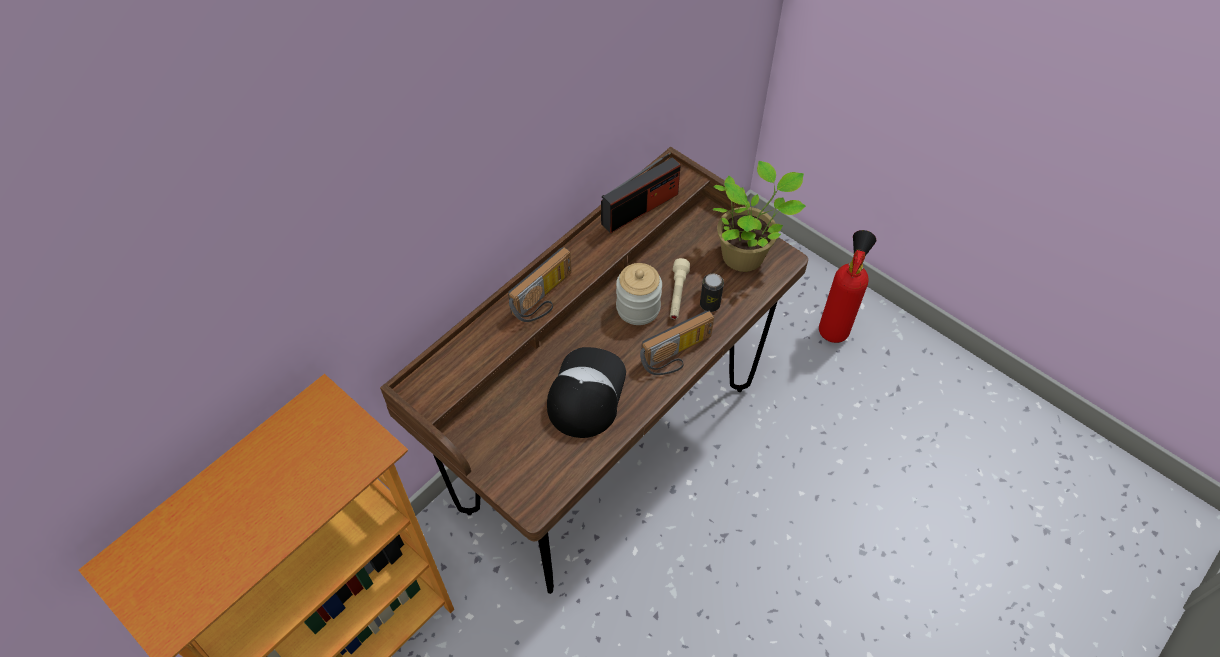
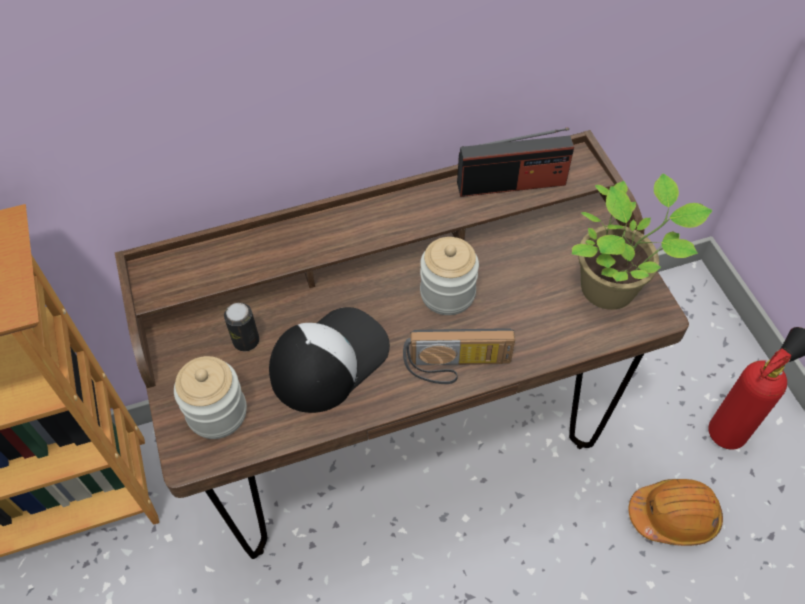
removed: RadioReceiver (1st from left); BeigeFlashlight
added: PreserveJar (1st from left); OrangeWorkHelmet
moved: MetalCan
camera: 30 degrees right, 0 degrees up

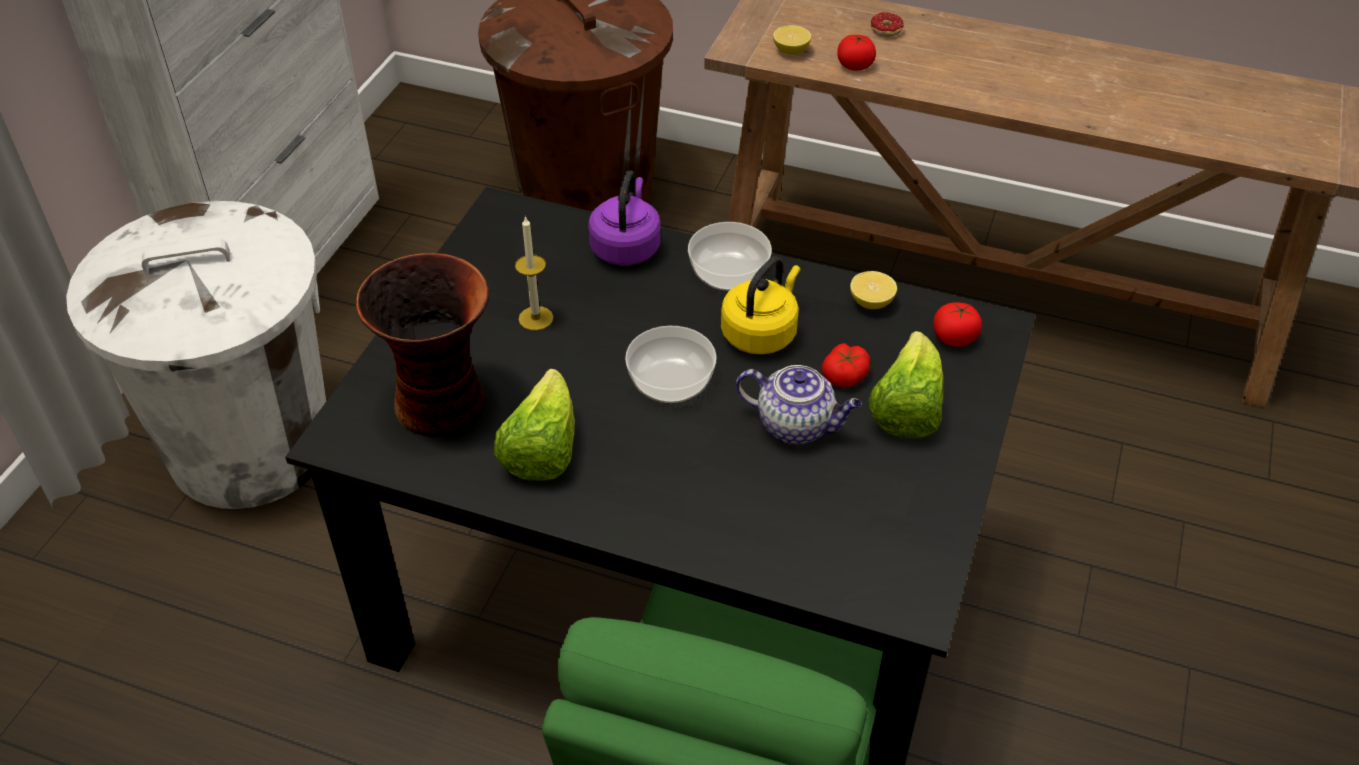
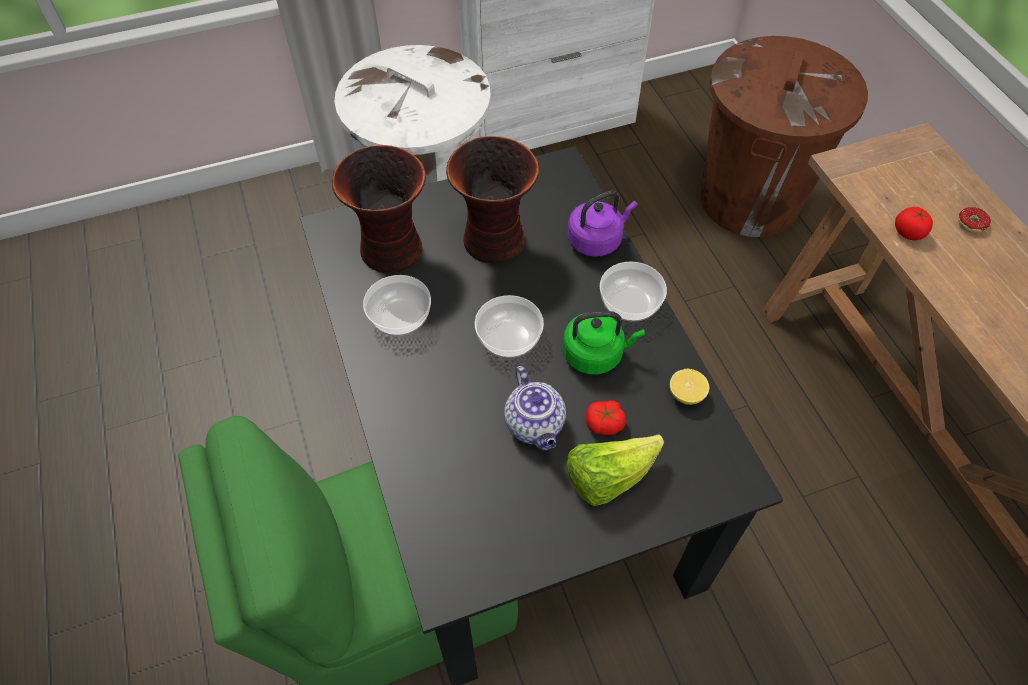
removed: WholeLemon (1st from left); WholeTomato (3rd from left)
replaced: HeadOfLettuce (1st from left) to Bowl (1st from left); Candle to DecorativeVase (2nd from left)
recoloured: YellowTeaKettle to GreenishTeaKettle
camera: 50 degrees right, 10 degrees up

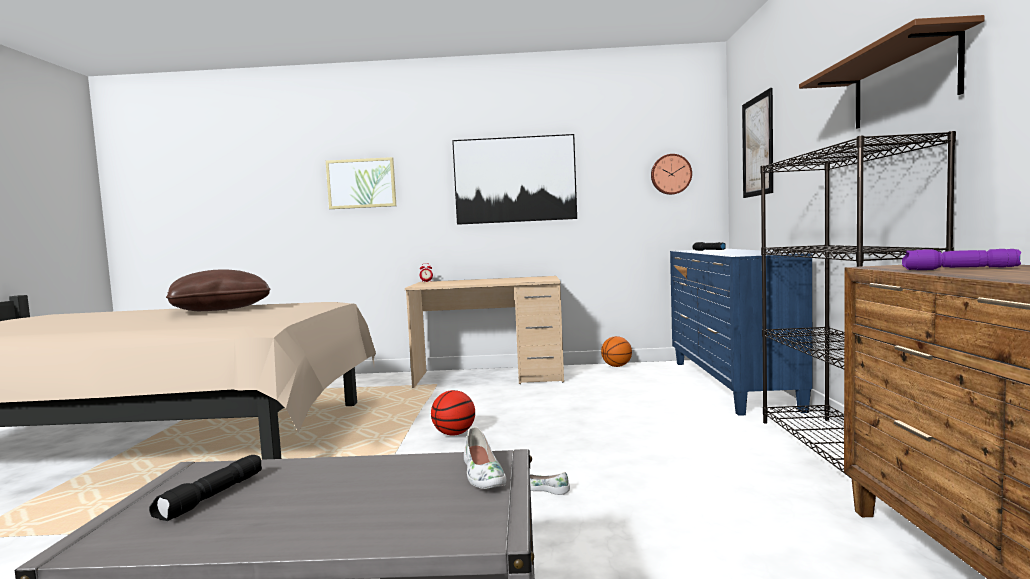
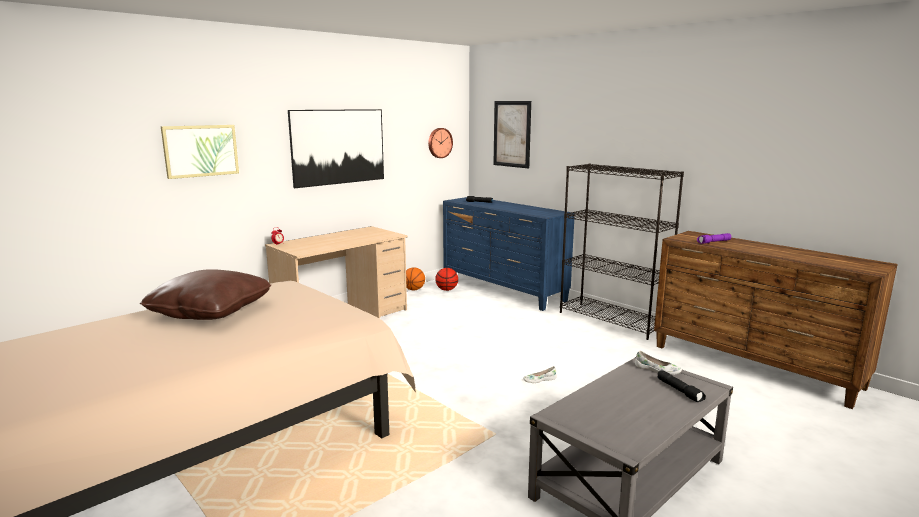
removed: BrownColouredShelf
moved: BasketballBall (1st from left in the first image) to BasketballBall (2nd from left); BlackFlashlight (1st from left in the first image) to BlackFlashlight (2nd from left)
camera: 45 degrees left, 10 degrees up

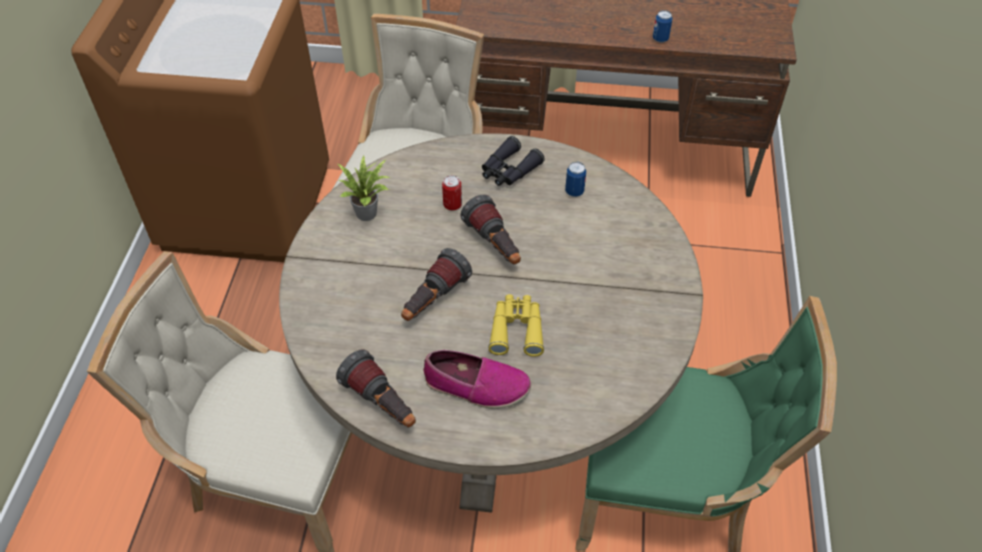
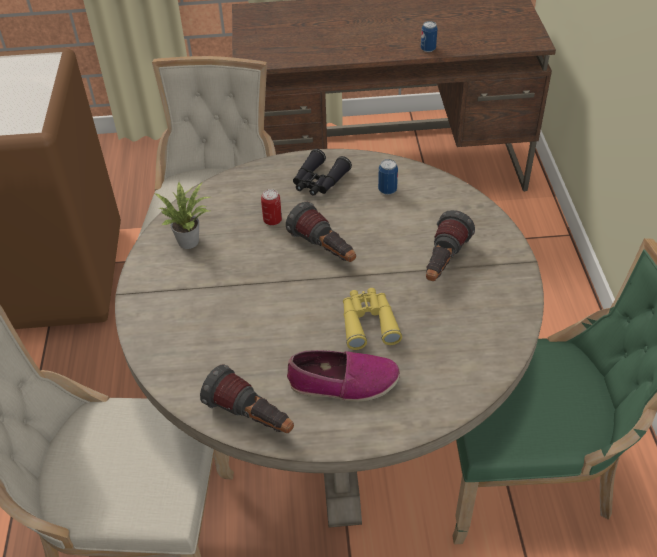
moved: Flashlight (2nd from left in the first image) to Flashlight (3rd from left)
camera: 10 degrees left, 5 degrees down

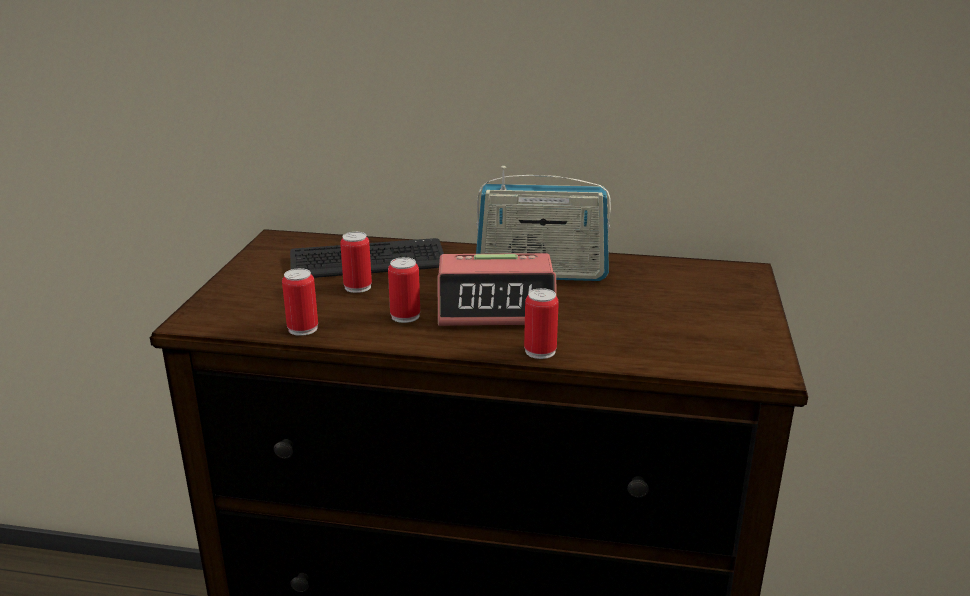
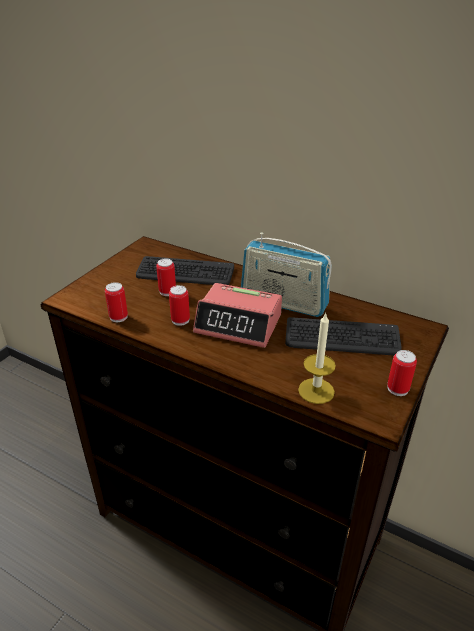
added: PcKeyboard (2nd from left); Candle
moved: MetalCan (4th from left)
camera: 20 degrees right, 10 degrees up

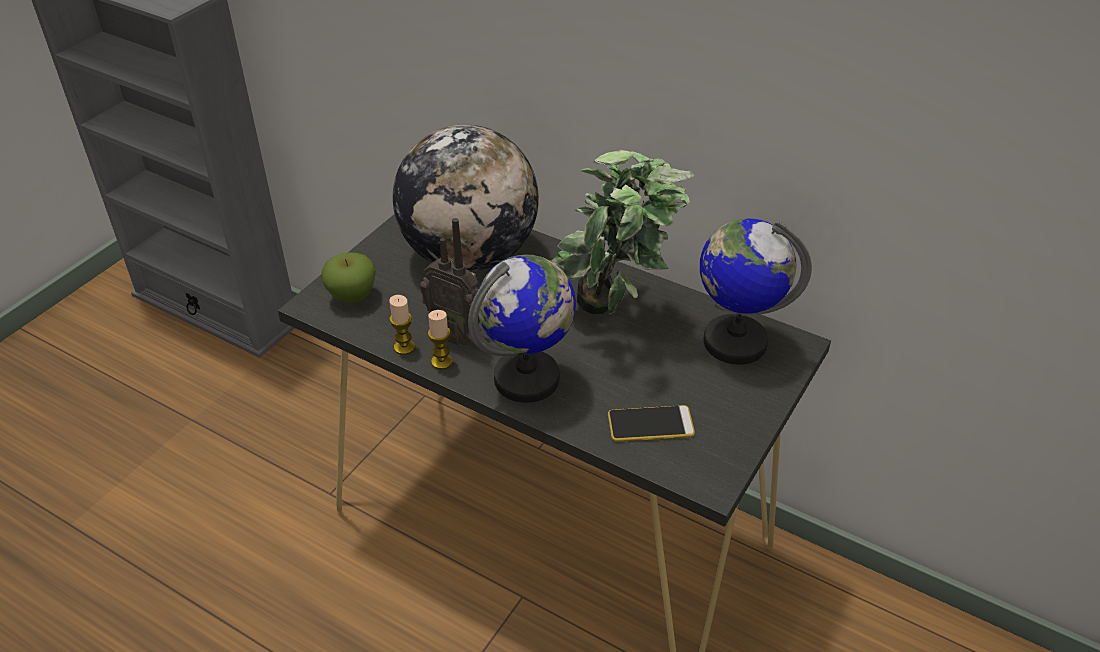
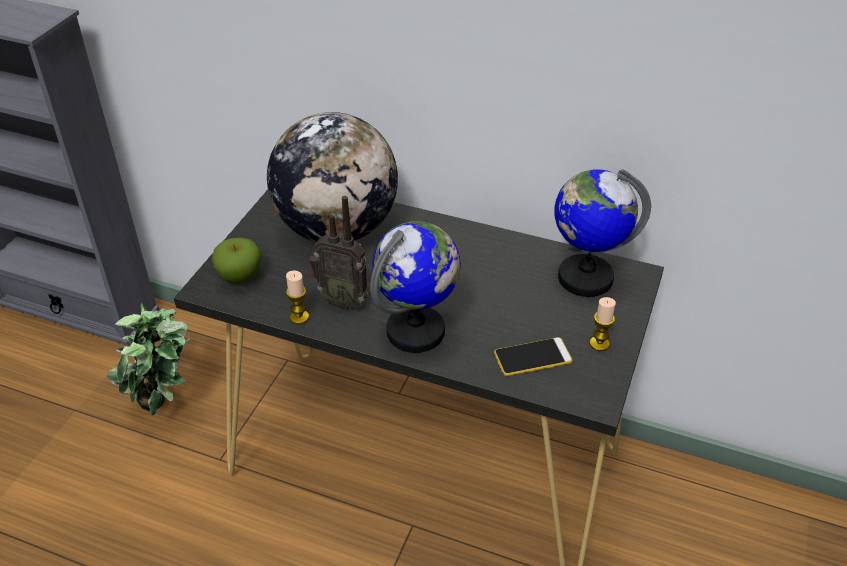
moved: PottedPlant; Candle (2nd from left)
camera: 10 degrees left, 0 degrees up

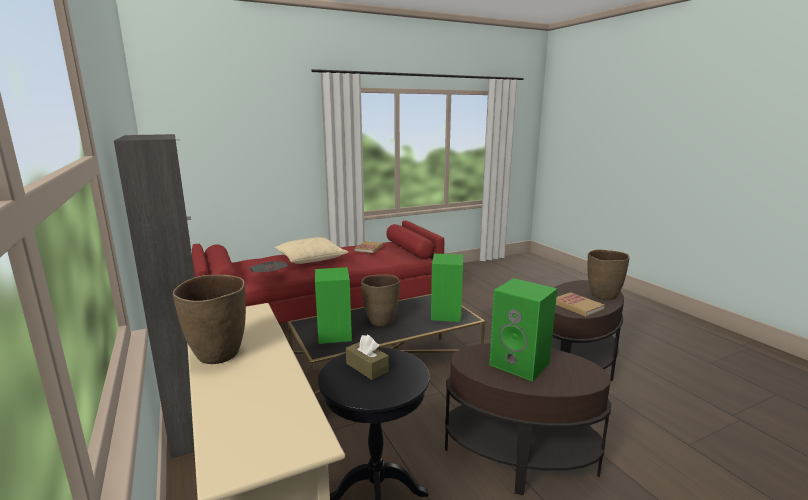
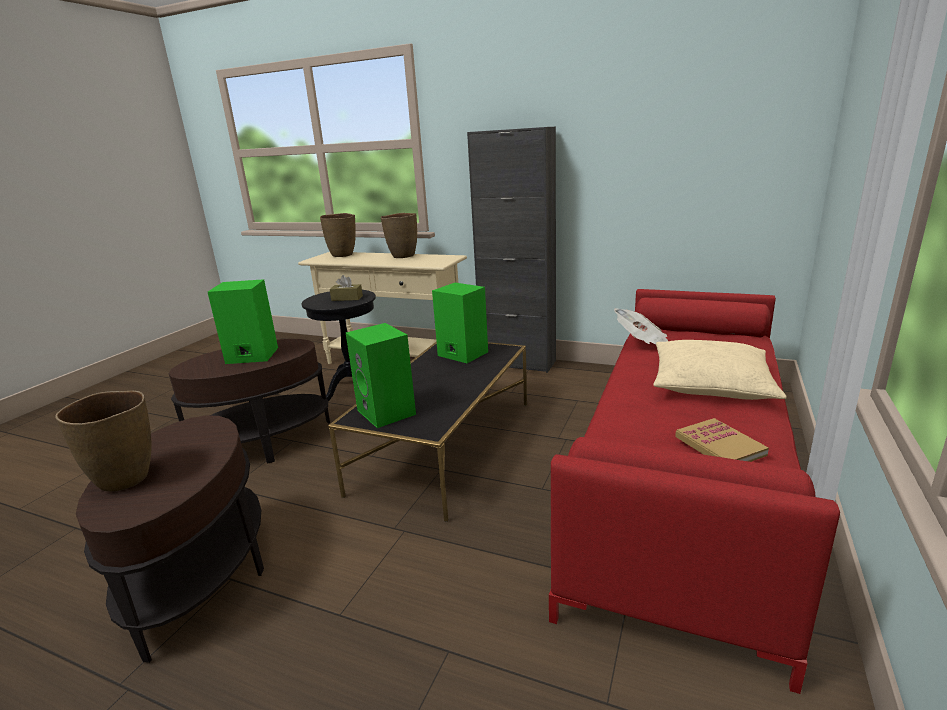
removed: Book (2nd from left)
moved: BrownColouredDecorativeVase (2nd from left)
camera: 140 degrees right, 5 degrees up

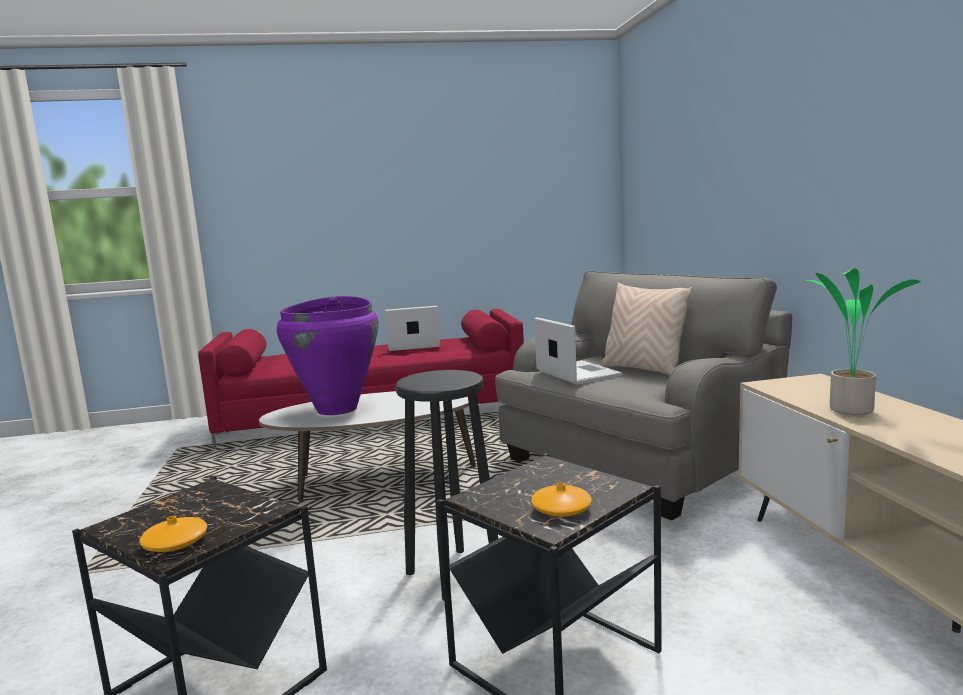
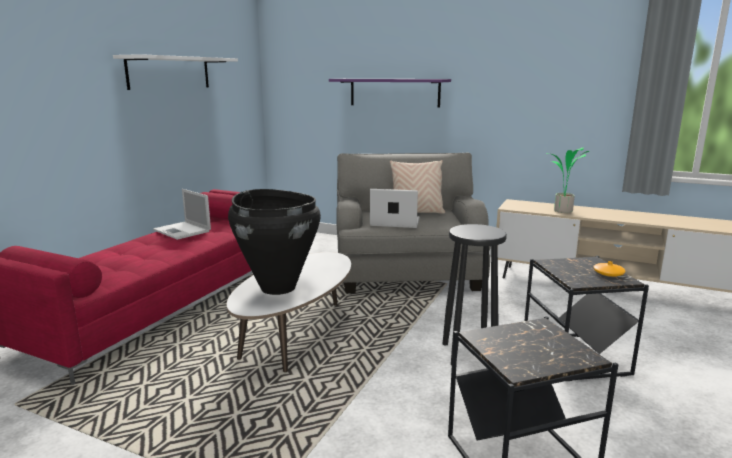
removed: OrangeDecorativeVase (1st from left)
added: WhitishShelf; PurplishShelf
recoloured: PurplishDecorativeVase to BlackDecorativeVase
turned: Laptop (1st from left) 75 degrees counterclockwise
camera: 55 degrees left, 5 degrees up

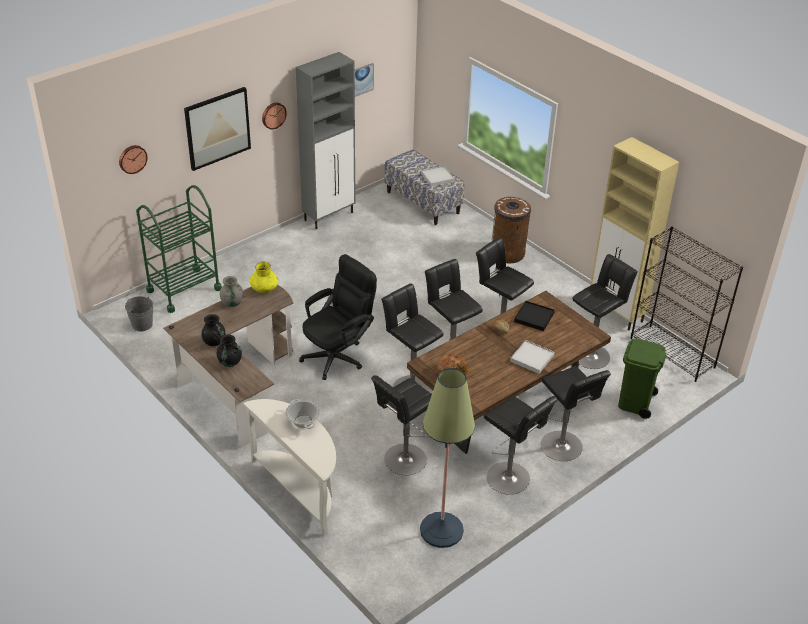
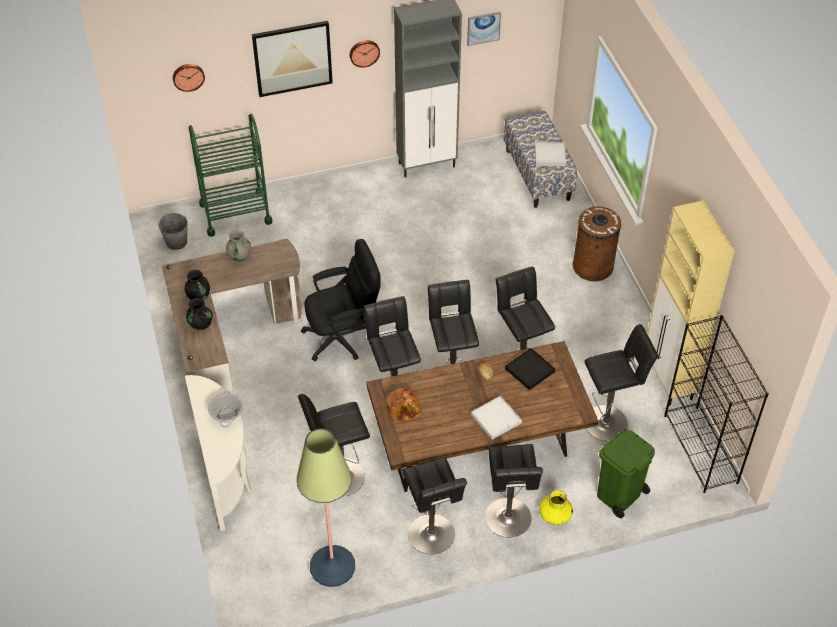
moved: YellowDecorativeVase
camera: 25 degrees right, 10 degrees up

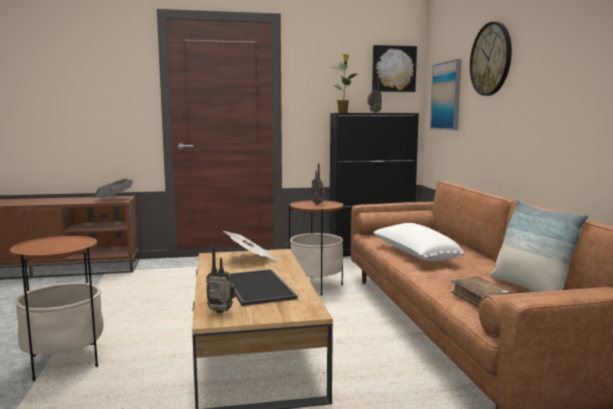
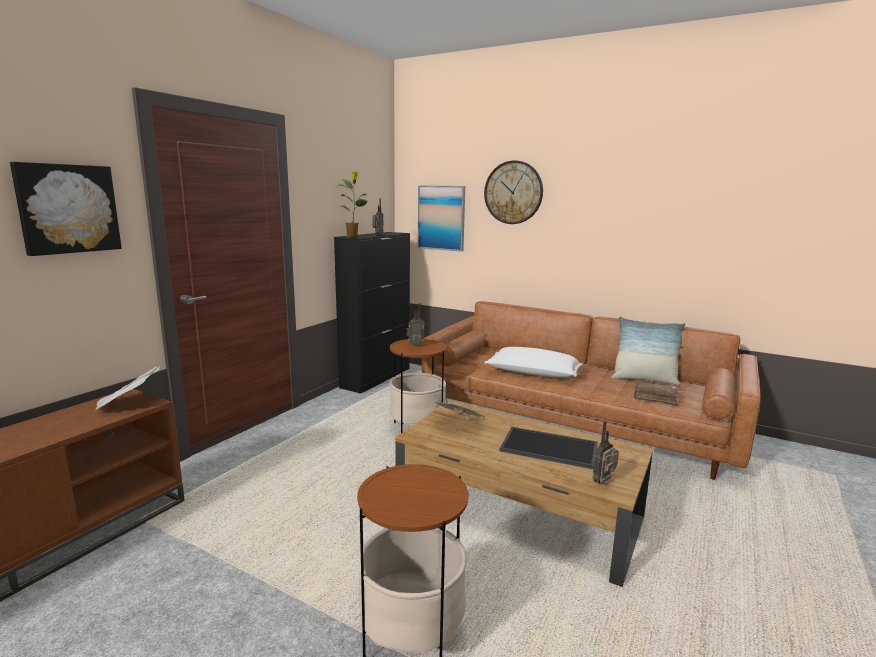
moved: WallPicture (1st from left)
camera: 50 degrees left, 5 degrees up

